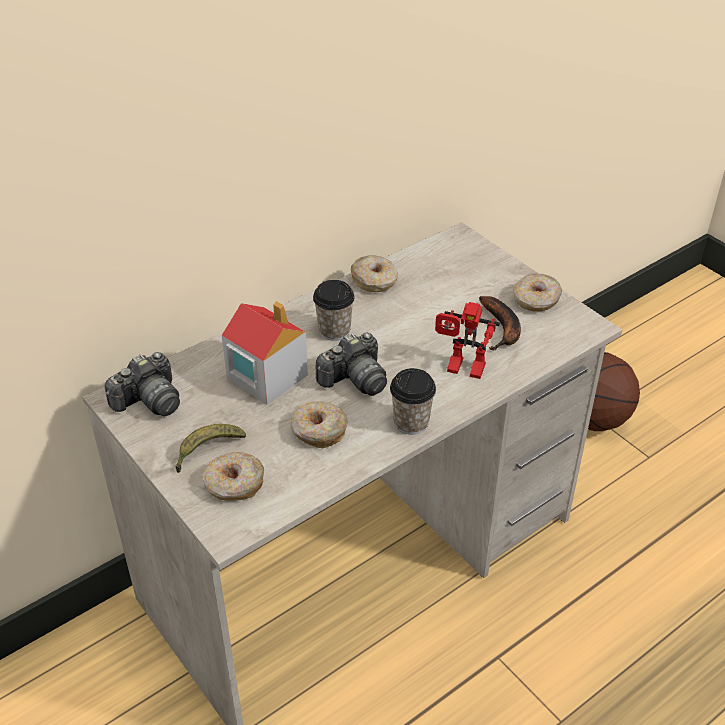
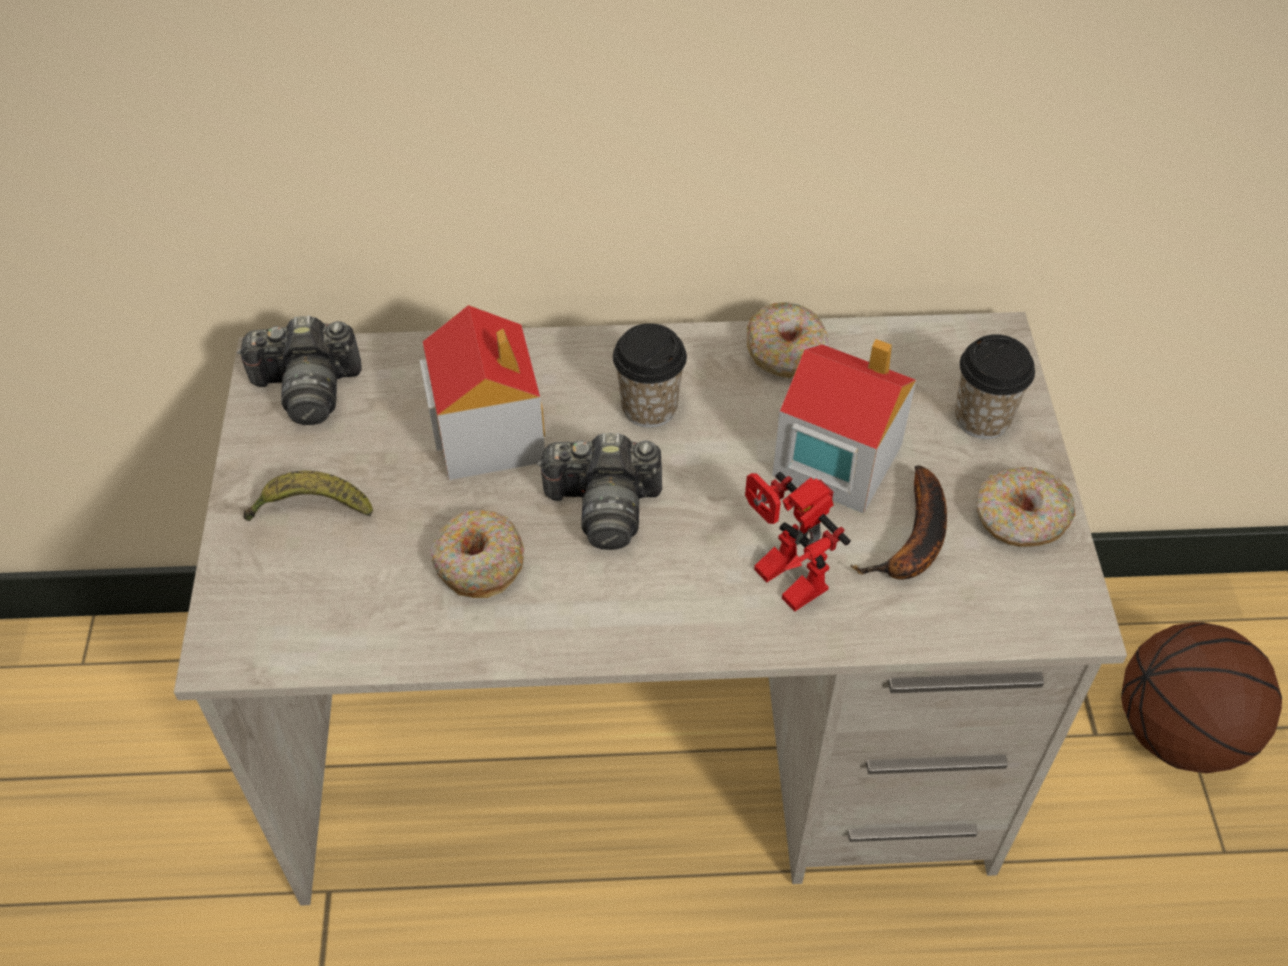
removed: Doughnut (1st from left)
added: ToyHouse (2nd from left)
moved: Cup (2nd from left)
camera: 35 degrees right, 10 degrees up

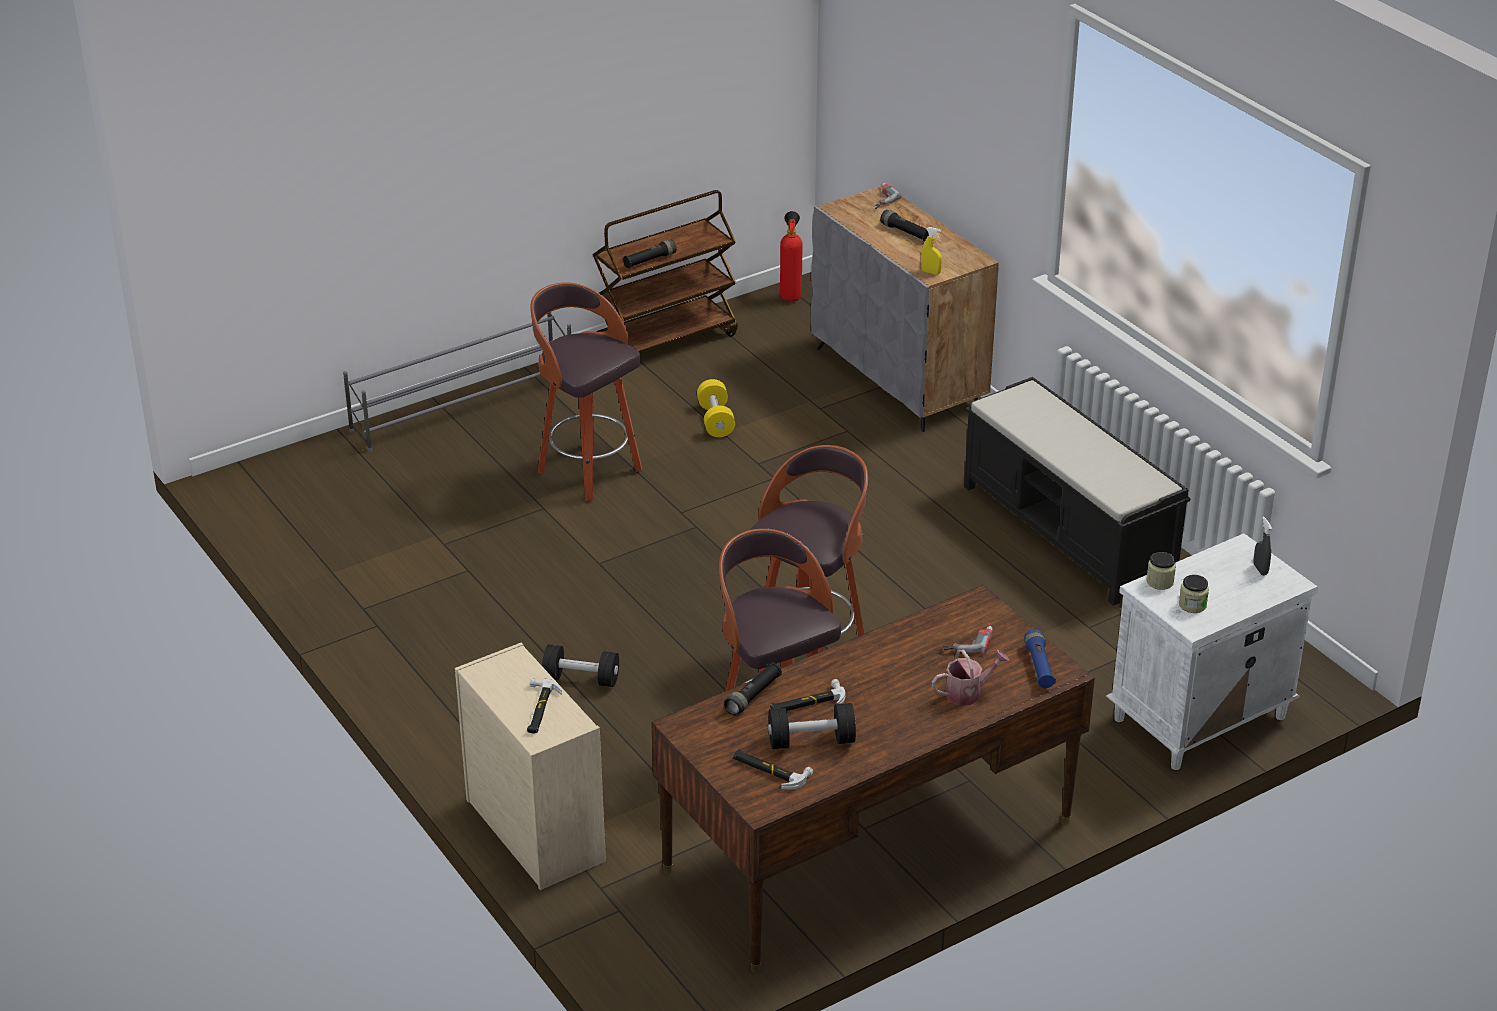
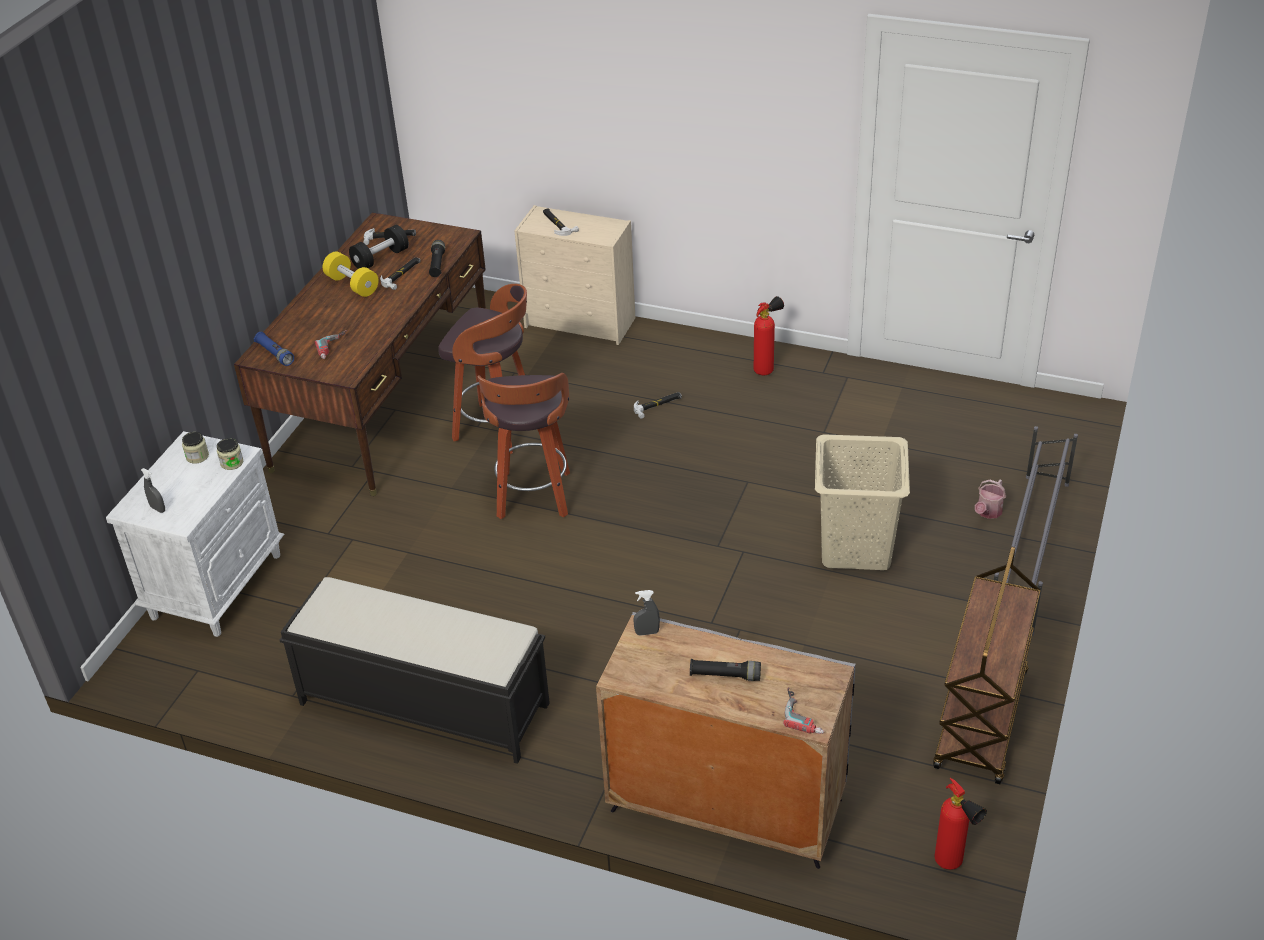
removed: BlackFlashlight (1st from left)
added: Extinguisher (1st from left)
moved: YellowHandWeight; WateringPot
replaced: BlackHandWeight (1st from left) to HandHammer (4th from left); SittingStool (1st from left) to BeigeLaundryBasket
recoloured: YellowSprayer to GreySprayer (2nd from left)
camera: 145 degrees right, 5 degrees up

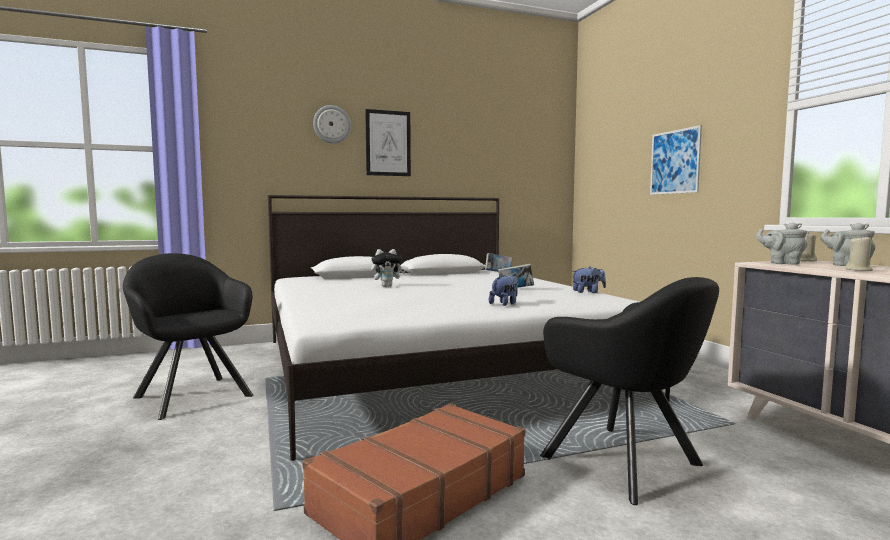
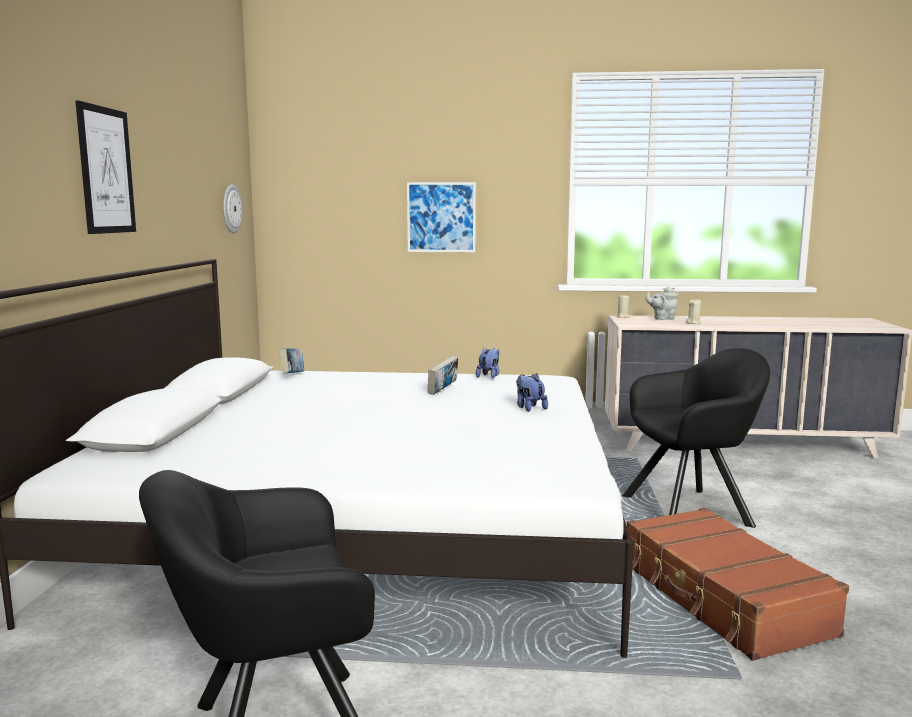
removed: SoftToy (1st from left); GreyTeaPot (1st from left)
moved: ClockOnTheWall
camera: 65 degrees left, 5 degrees up

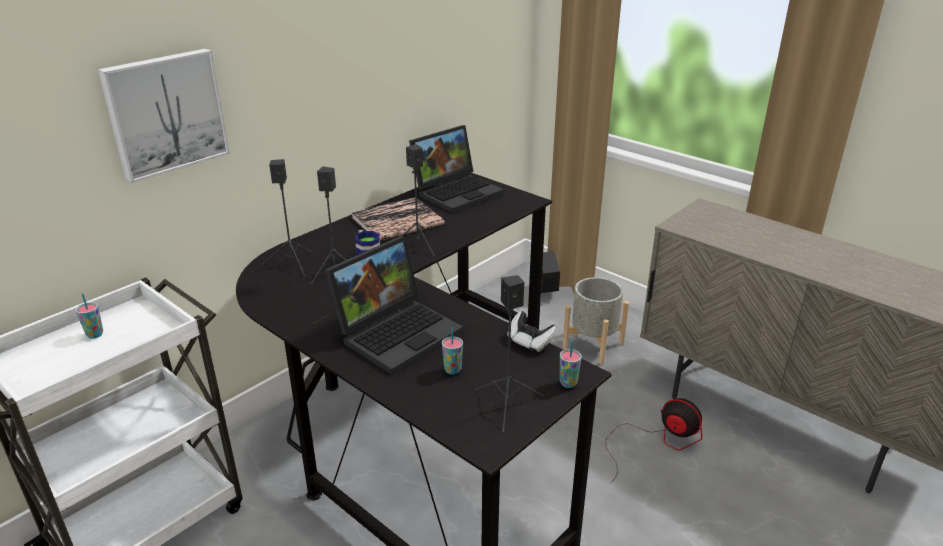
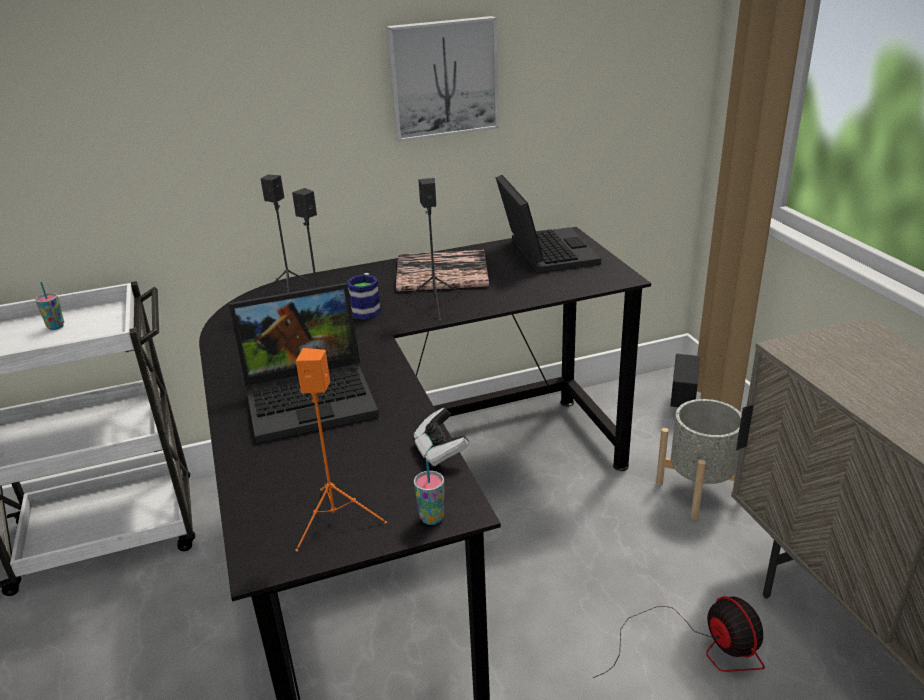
removed: Cup (2nd from left)
moved: WallPicture
recoloured: BlackSpeaker (4th from left) to OrangeSpeaker
turned: Laptop (2nd from left) 90 degrees counterclockwise
camera: 30 degrees right, 0 degrees up

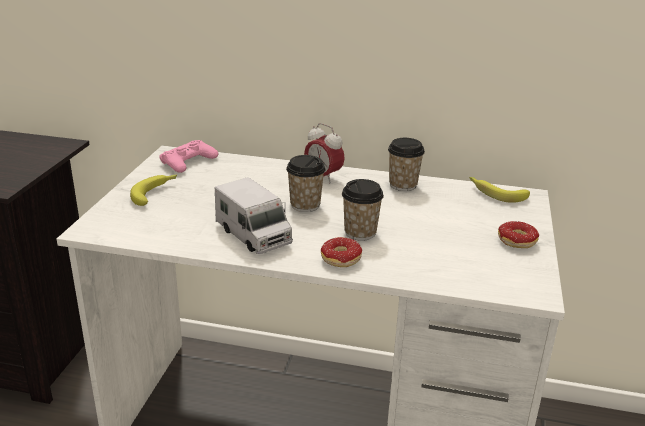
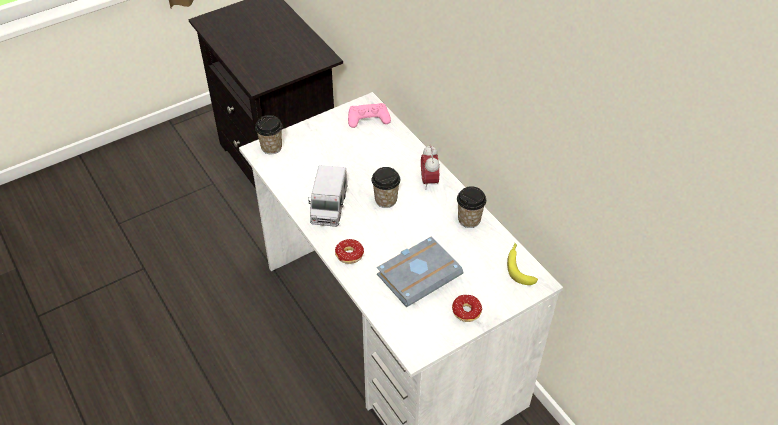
removed: Banana (1st from left)
added: GreyBook
moved: Cup (2nd from left in the first image) to Cup (1st from left)
camera: 45 degrees right, 20 degrees up

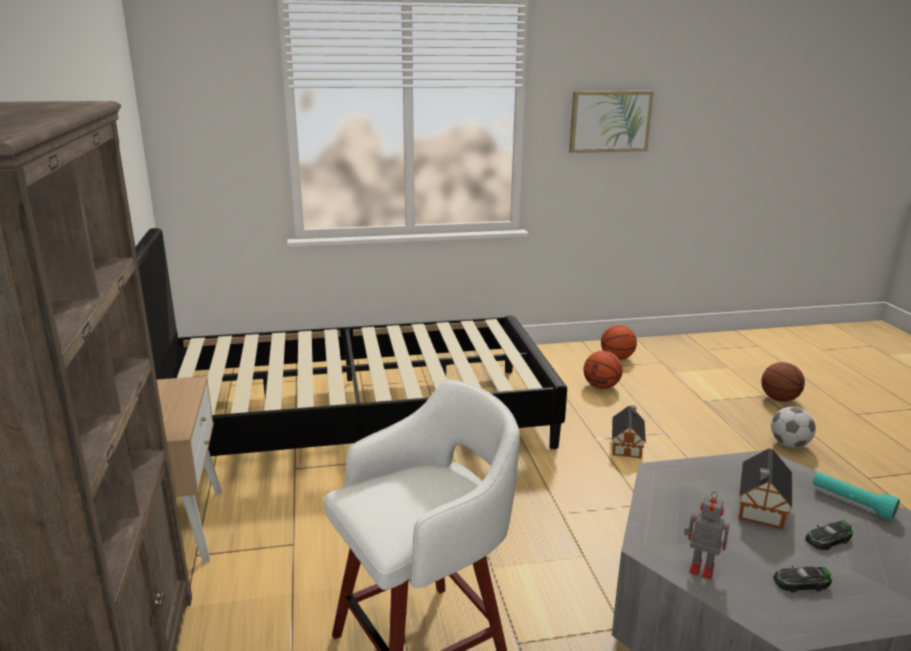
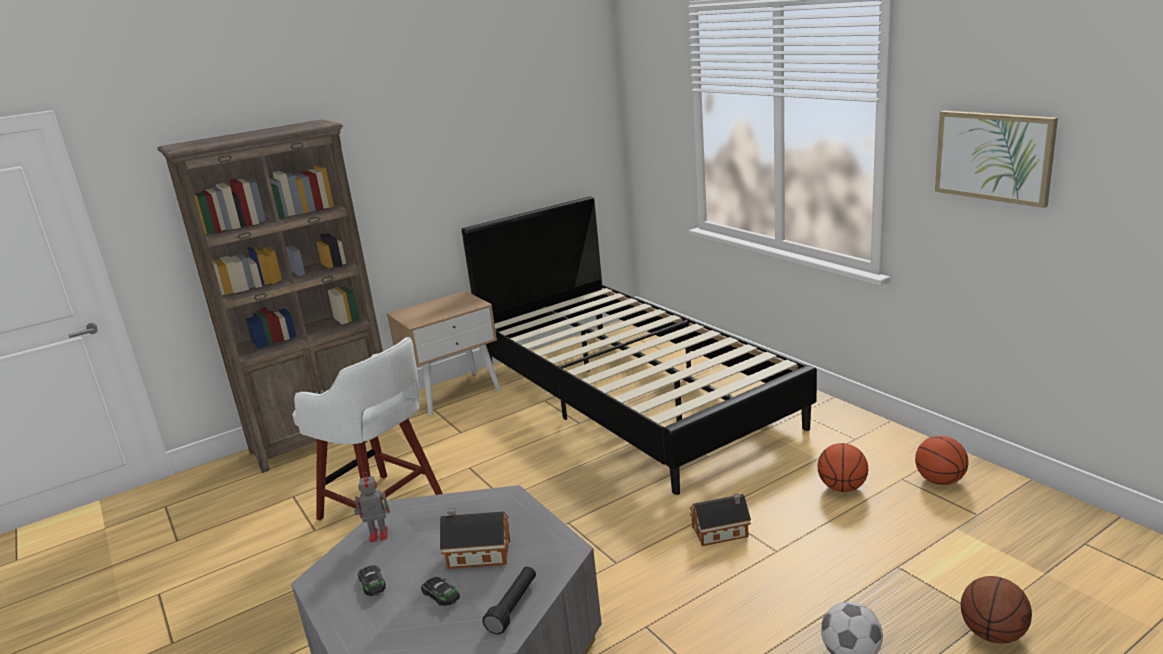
recoloured: TurquoiseFlashlight to BlackFlashlight
turned: RobotFigure 105 degrees counterclockwise
camera: 70 degrees right, 0 degrees up

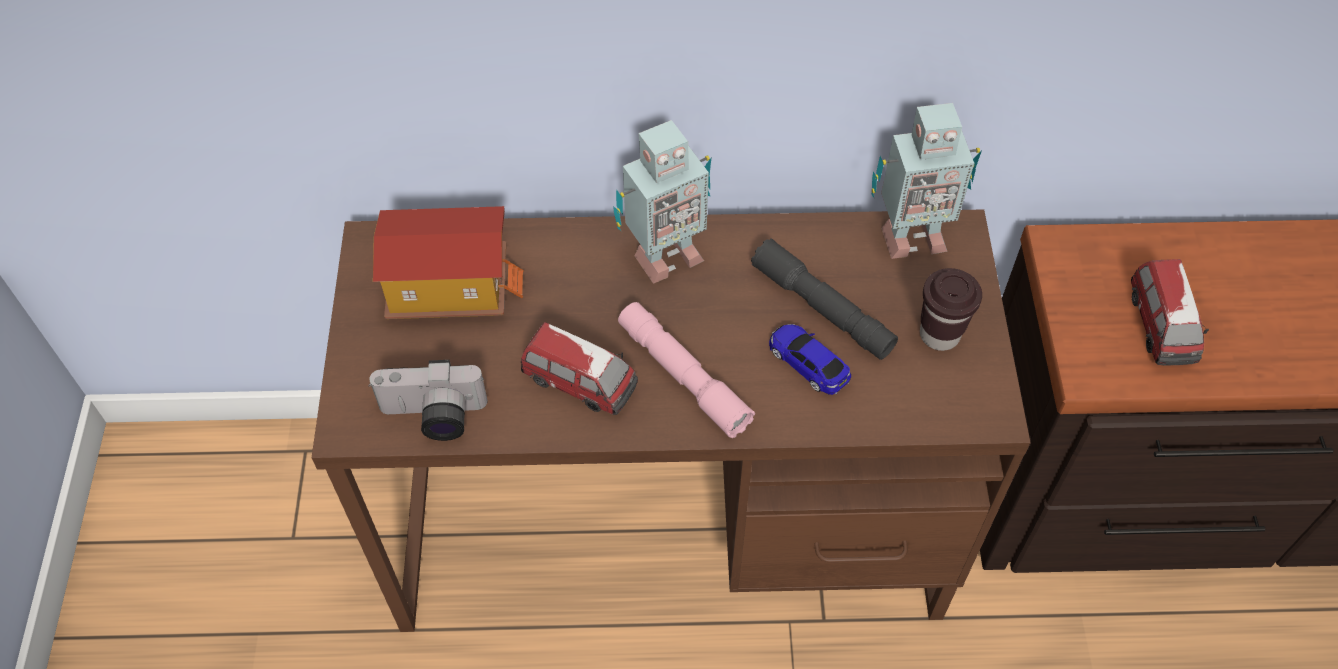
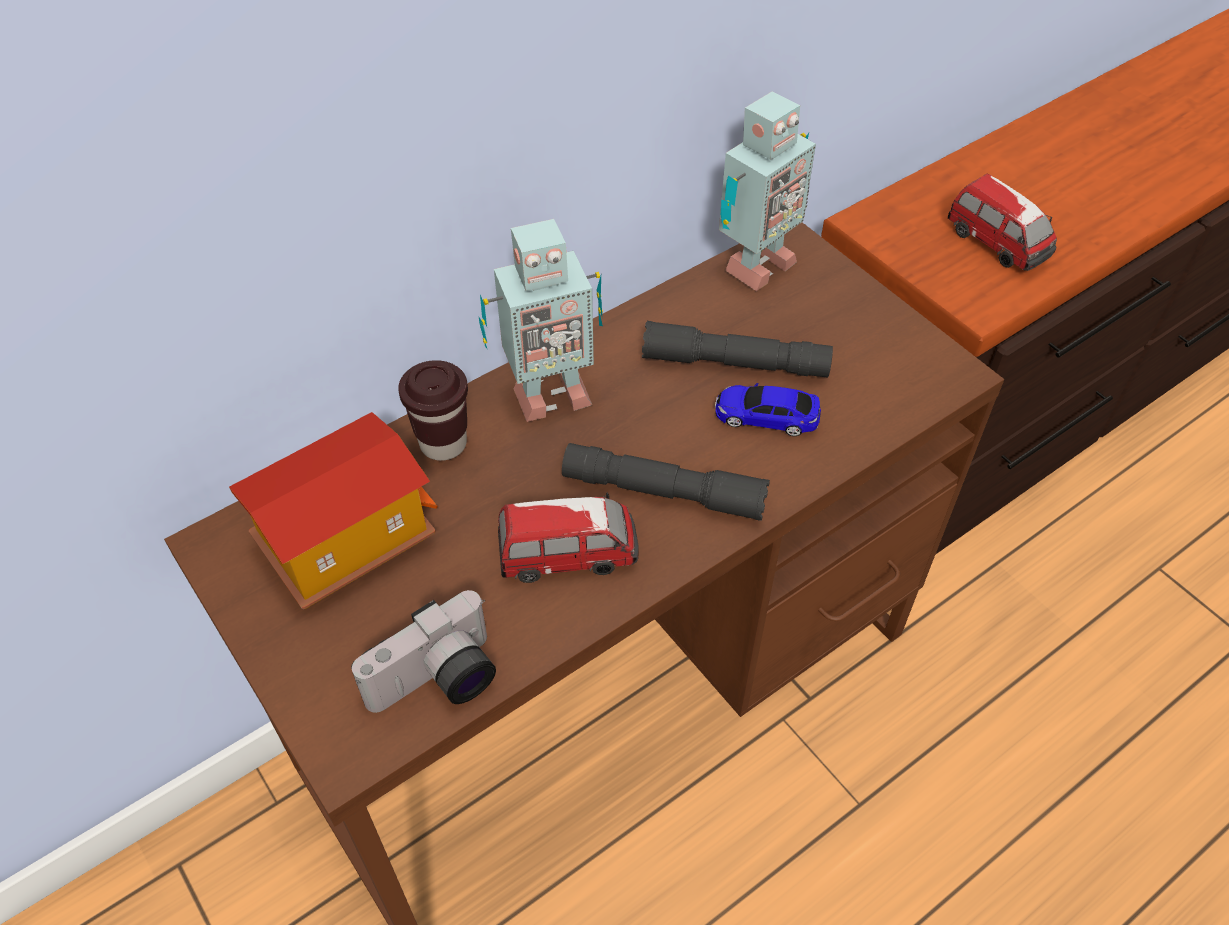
moved: BrownColouredCup
recoloured: PinkColouredFlashlight to GreyFlashlight (1st from left)
turned: RobotFigure (1st from left) 45 degrees clockwise
camera: 35 degrees left, 5 degrees down

